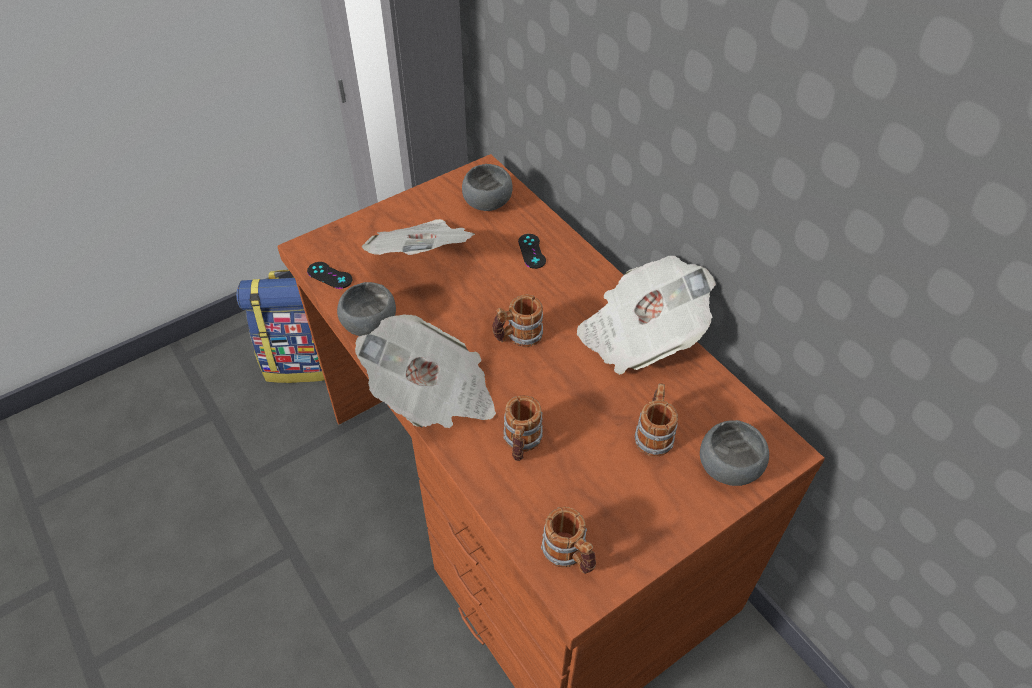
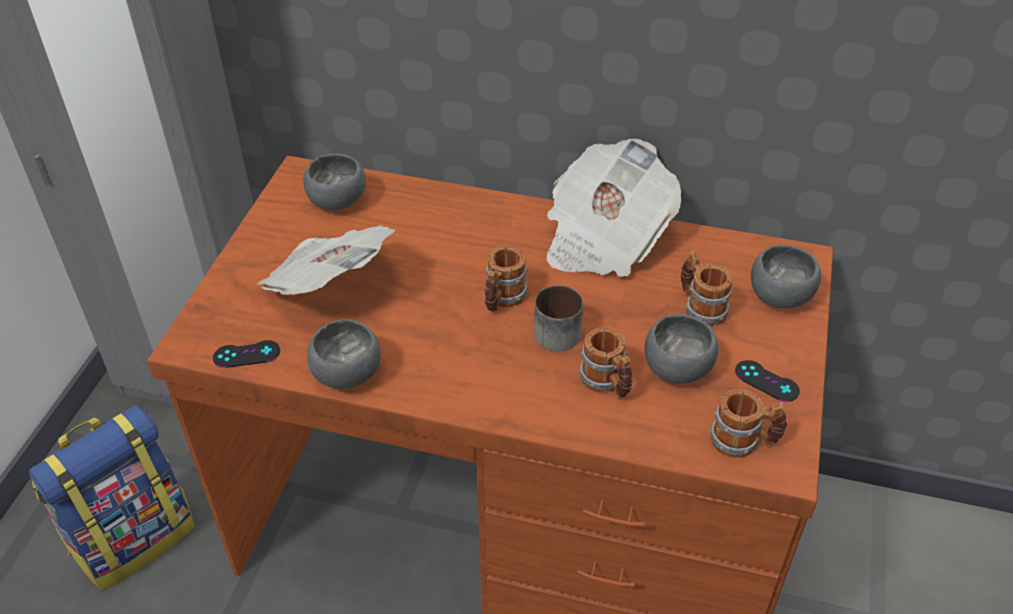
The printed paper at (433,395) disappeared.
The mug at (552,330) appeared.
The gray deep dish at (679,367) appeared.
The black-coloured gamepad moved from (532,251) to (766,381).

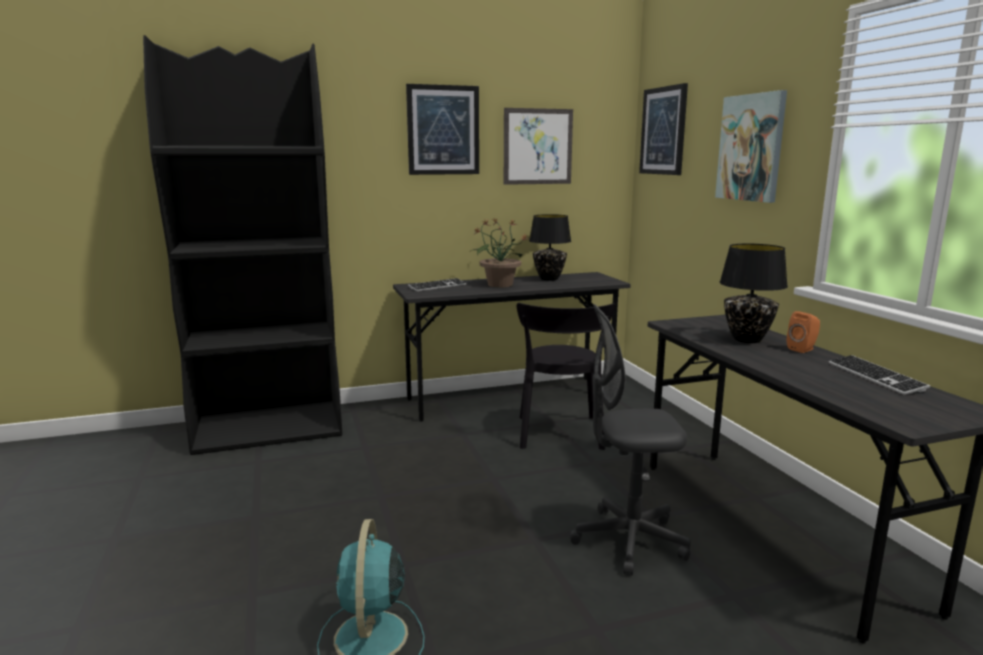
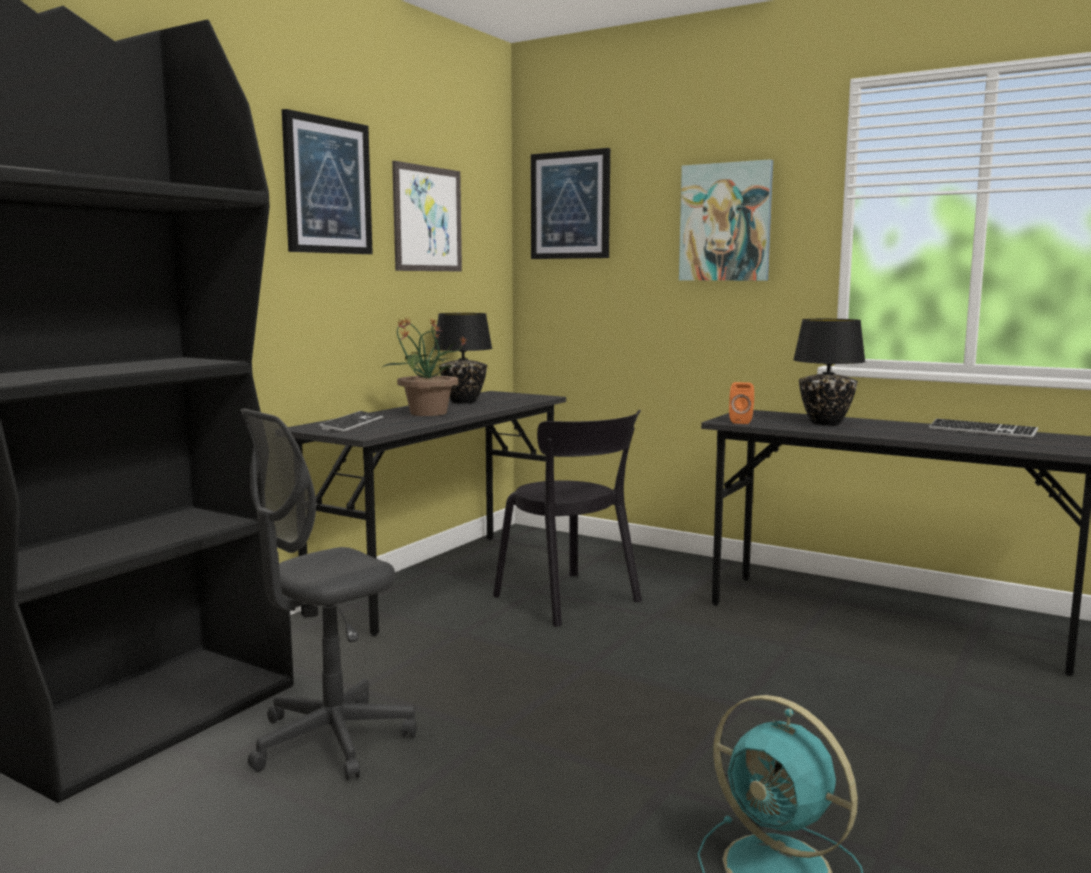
The gray desk chair moved from (629,541) to (331,740).
The orange-coloured speaker moved from (803,349) to (742,422).

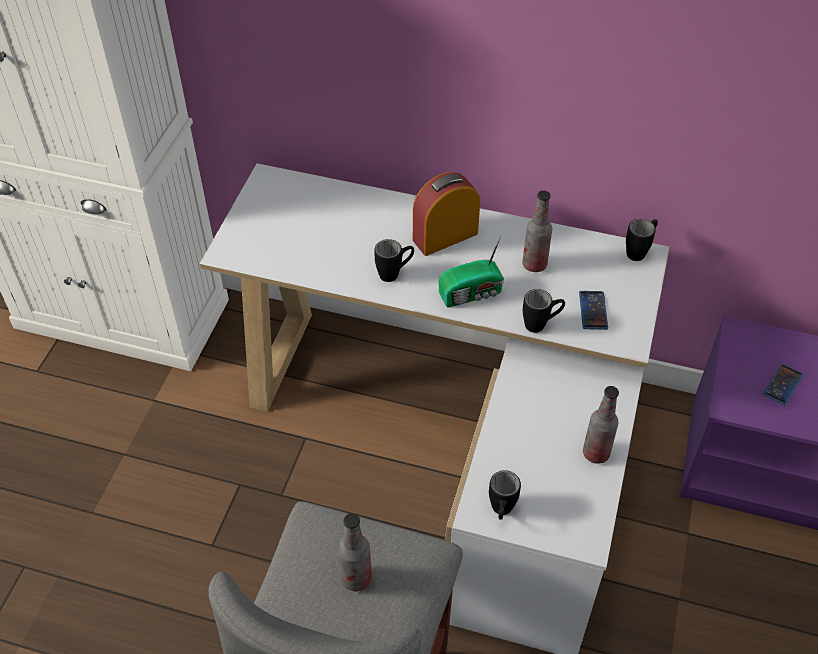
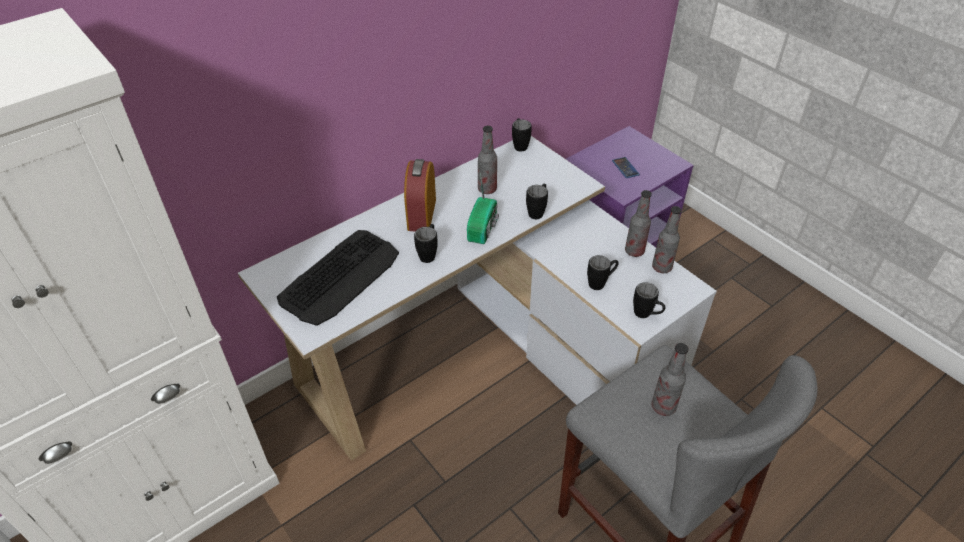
The handset at (593,310) disappeared.
The computer keyboard at (340,277) appeared.
The black-coloured mug at (601,283) appeared.
The drink bottle at (661,267) appeared.

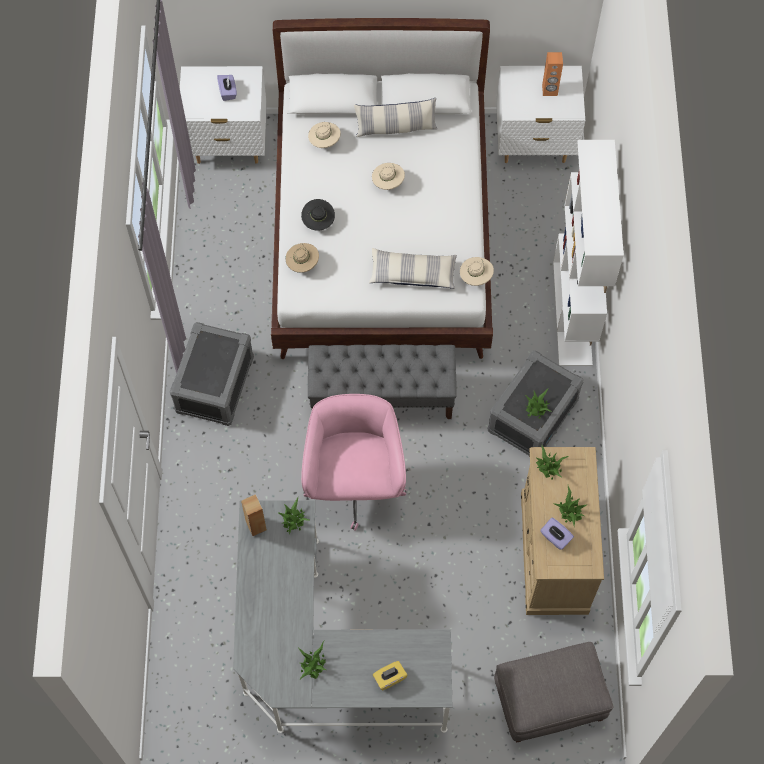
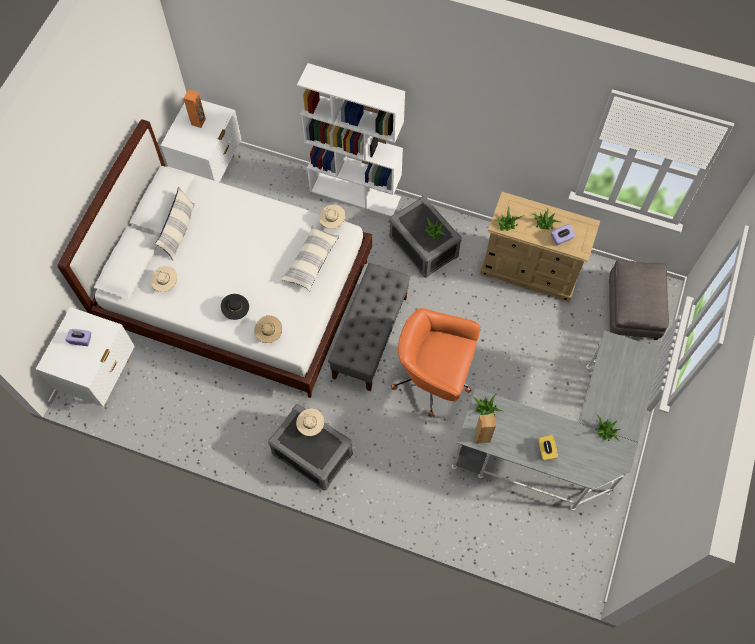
The beige-coloured hat moved from (388,182) to (310,425).
The yellow tissue holder moved from (389,678) to (546,450).
The pinkish desk chair at (354,484) became the orange-coloured desk chair at (434,379).

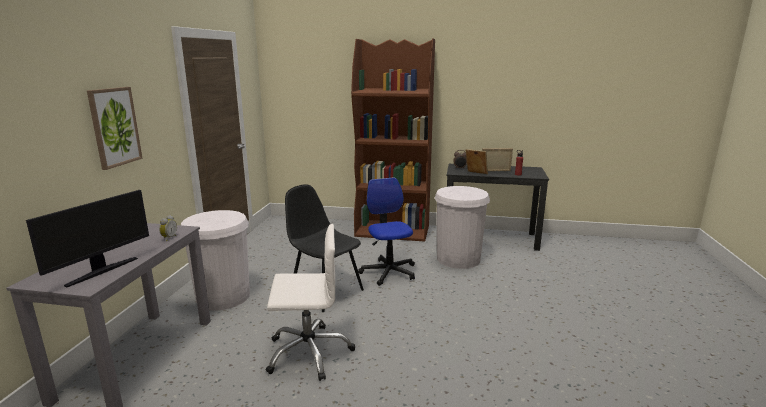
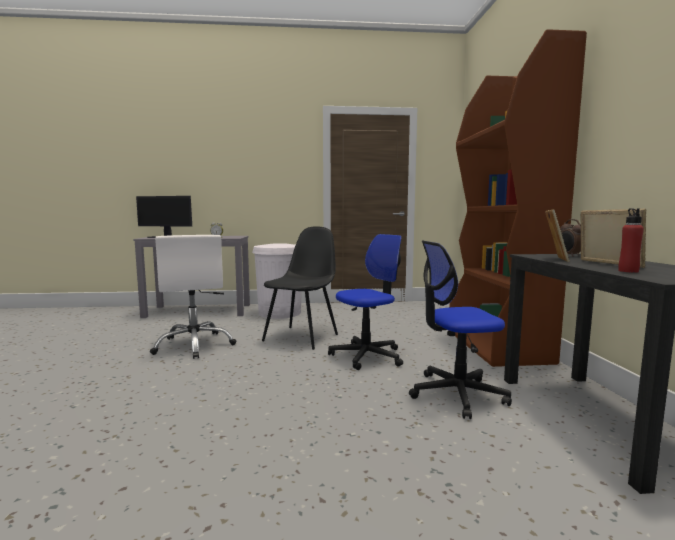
The wall picture at (114,127) disappeared.
The white-coloured rubbish bin at (458,259) was replaced by the desk chair at (456,394).

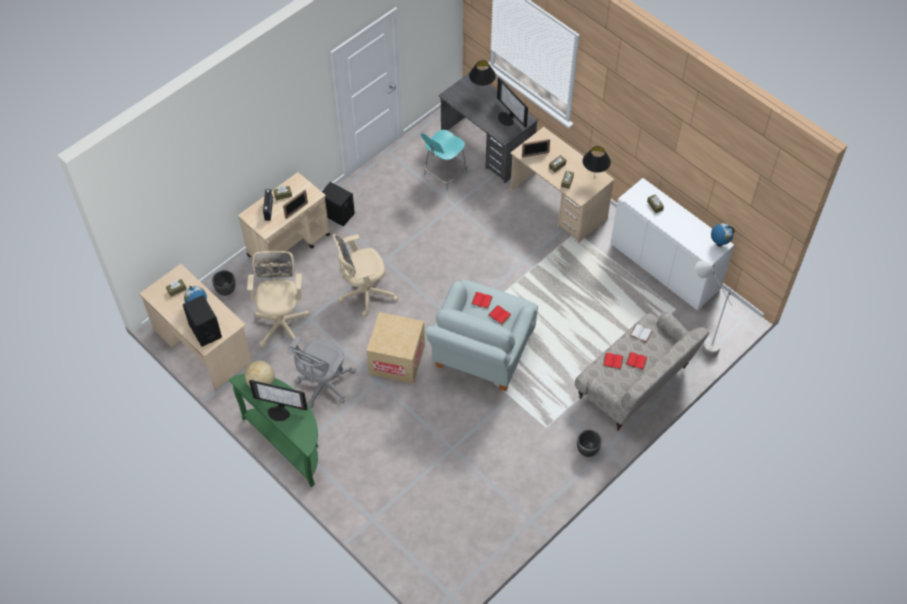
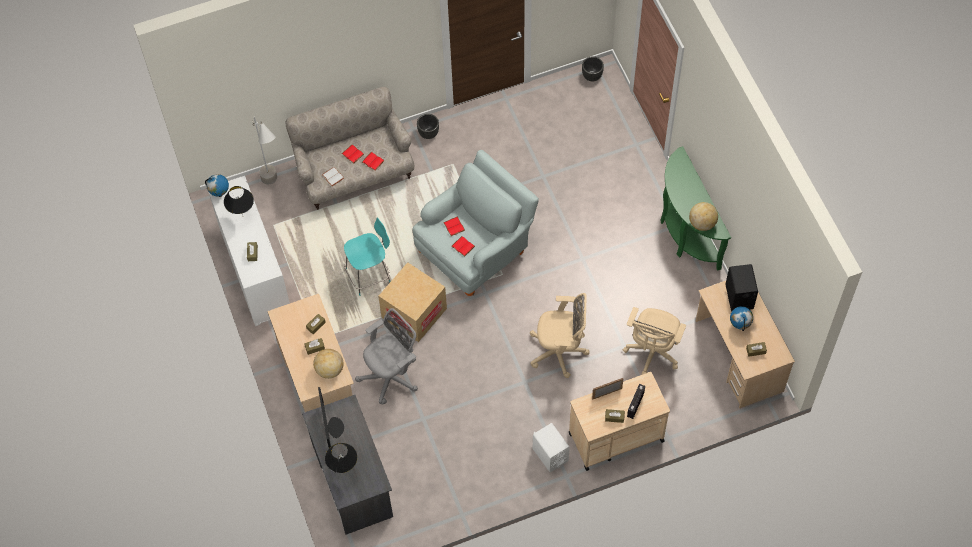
The monitor at (279,411) disappeared.
The black-coloured plant pot moved from (226,290) to (592,76).
The gray desk chair moved from (323,386) to (392,376).
The carton moved from (397,359) to (414,313).
The blue-green upright chair moved from (444,174) to (369,275).
The black-coloured lamp for a table moved from (594,180) to (243,216).
The standing frame at (535,154) was replaced by the globe at (329,369).
The black-coloured speaker at (338,214) became the white-coloured speaker at (550,455).

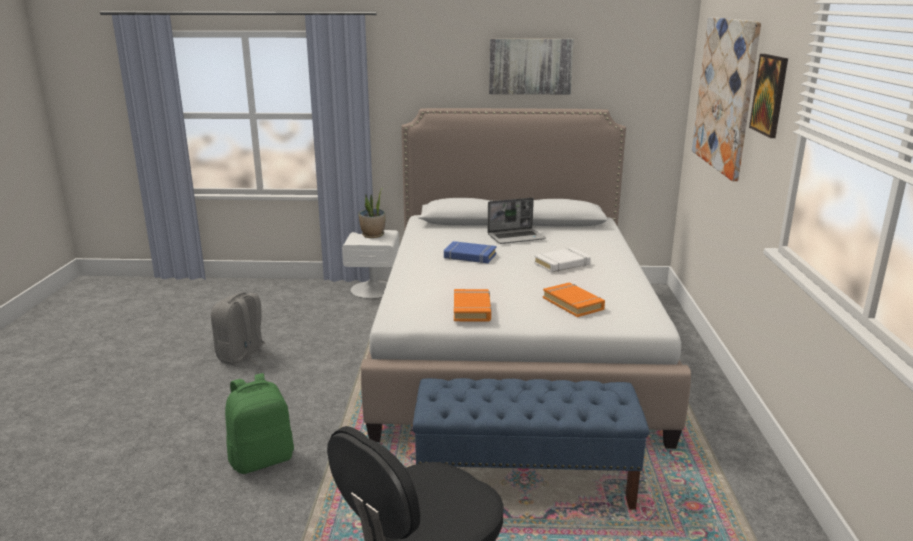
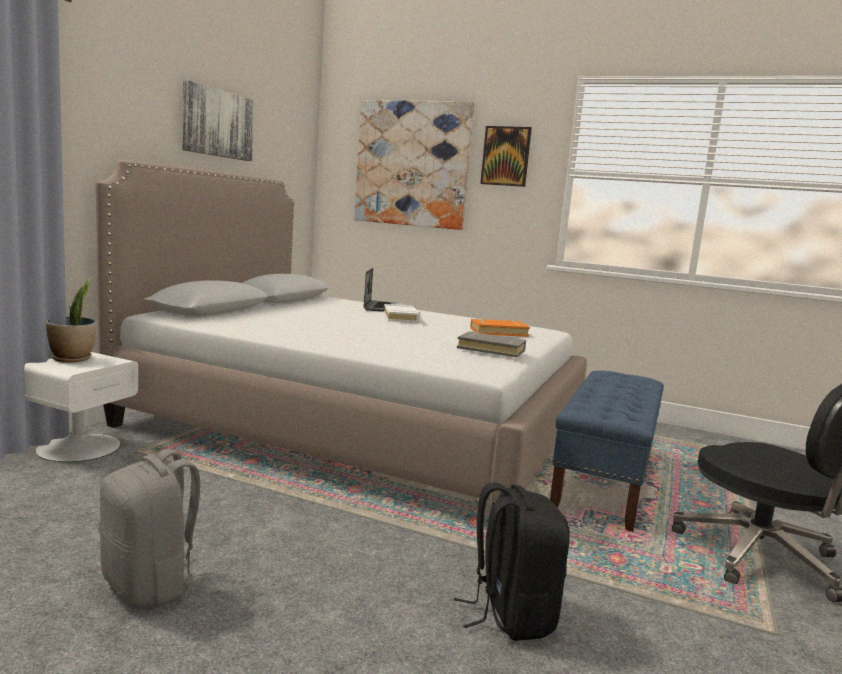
The bluish bound book at (469,256) disappeared.
The laptop moved from (516,237) to (383,307).
The green-coloured rucksack at (262,459) became the black-coloured rucksack at (510,614).
The orange-coloured bound book at (472,309) became the gray bound book at (491,349).

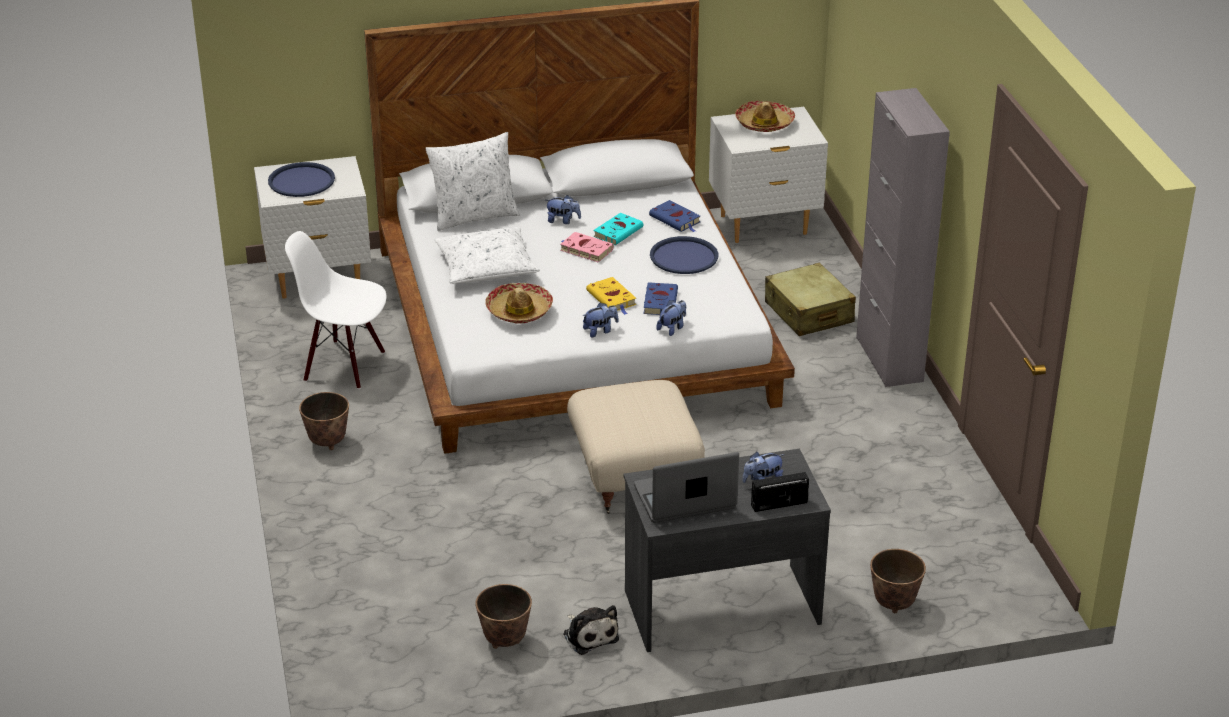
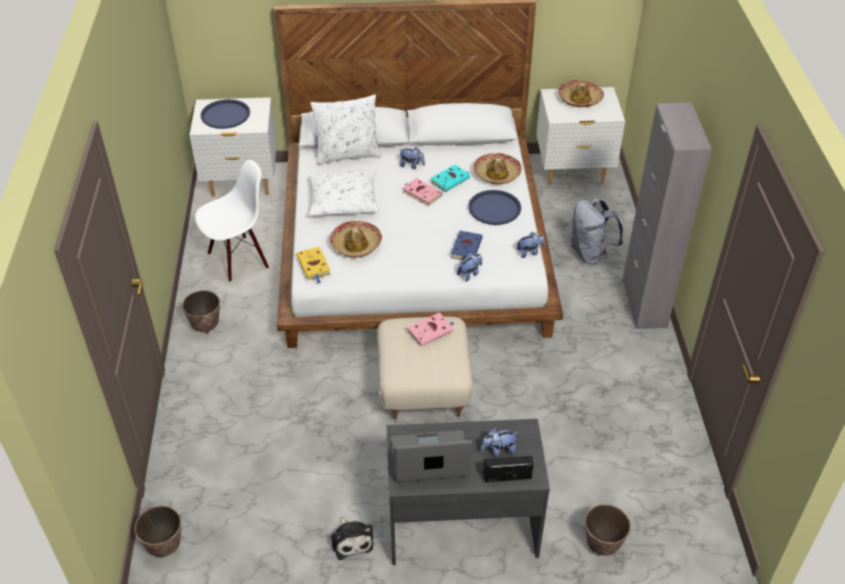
The pinkish bound book at (431,331) appeared.
The plant pot moved from (504,640) to (165,547).
The cuddly toy moved from (600,331) to (529,252).
The yellow bound book moved from (612,299) to (314,266).
The bluish bound book at (676,220) was replaced by the hat at (496,174).
The beige-coloured suitcase at (808,313) was replaced by the gray rucksack at (590,253).
The white-coloured upright chair at (345,365) turned 120 degrees clockwise.

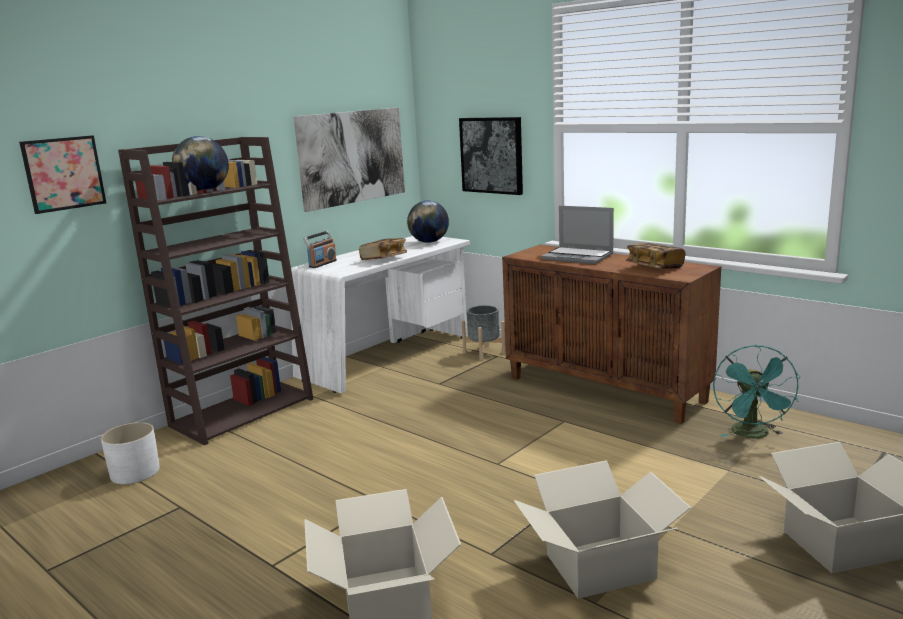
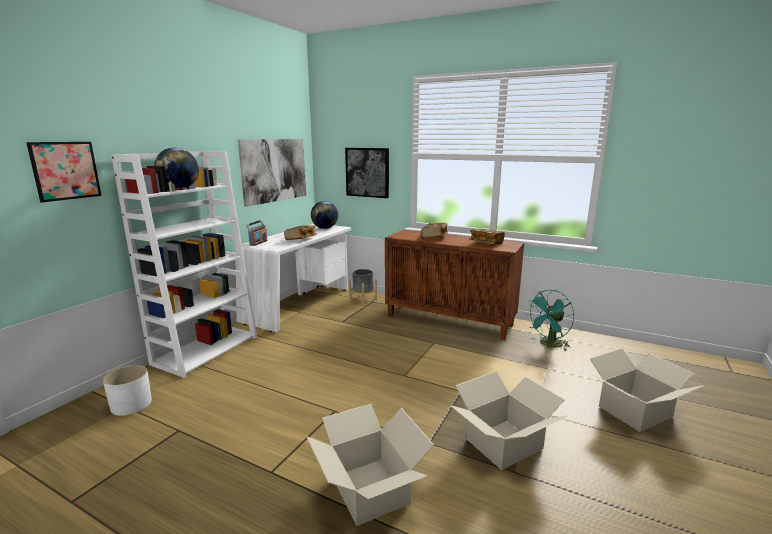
The laptop at (578,257) was replaced by the bound book at (434,237).
The brown shelving unit at (243,411) became the white-coloured shelving unit at (206,349).
The blue-green fan at (753,435) turned 60 degrees clockwise.

